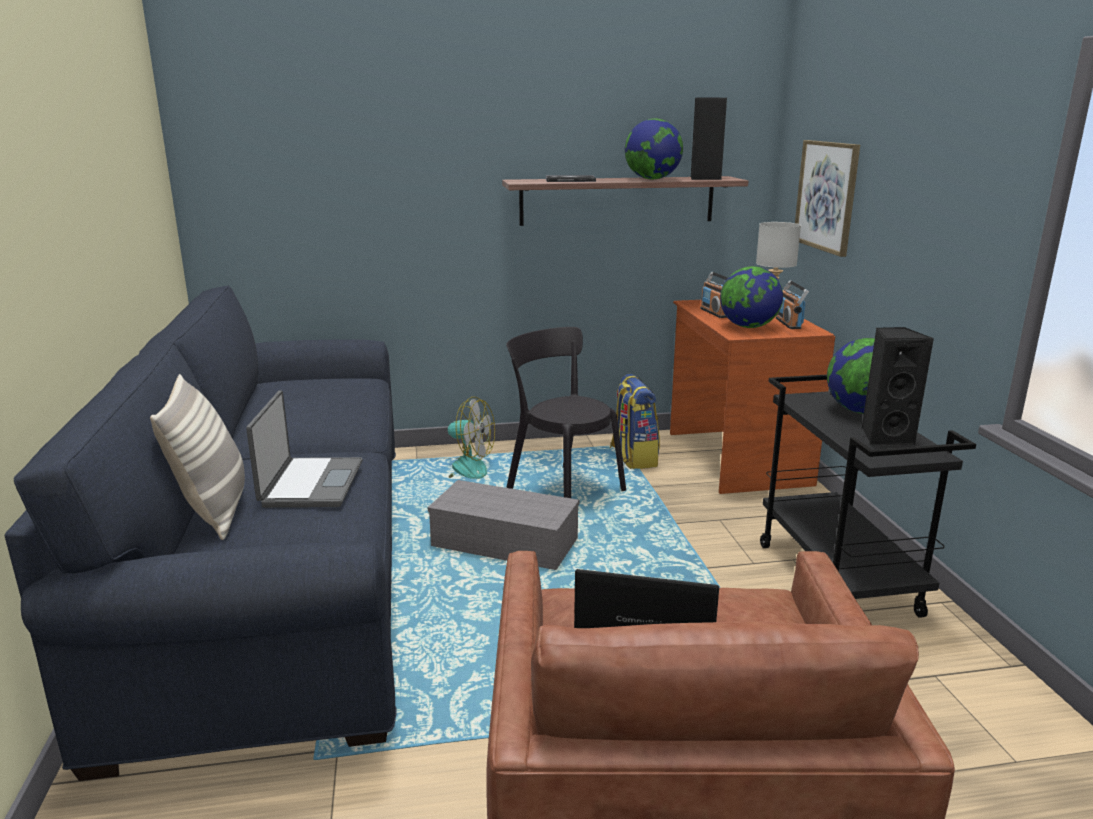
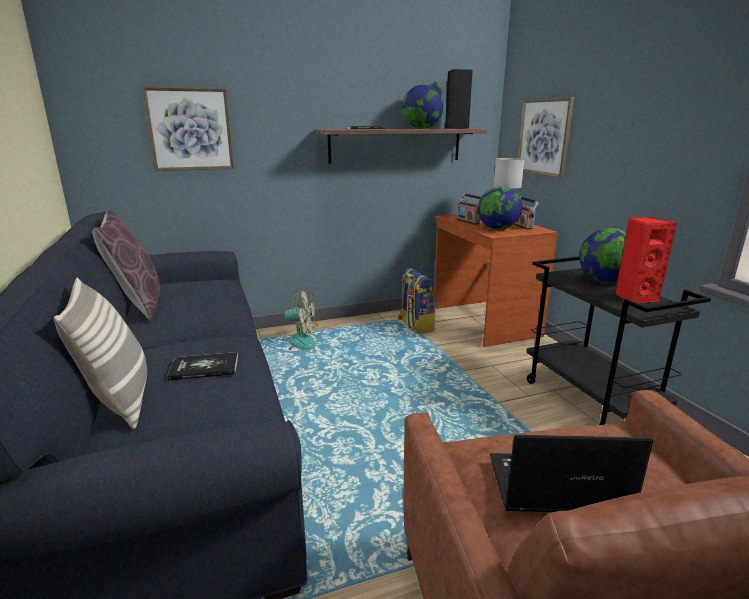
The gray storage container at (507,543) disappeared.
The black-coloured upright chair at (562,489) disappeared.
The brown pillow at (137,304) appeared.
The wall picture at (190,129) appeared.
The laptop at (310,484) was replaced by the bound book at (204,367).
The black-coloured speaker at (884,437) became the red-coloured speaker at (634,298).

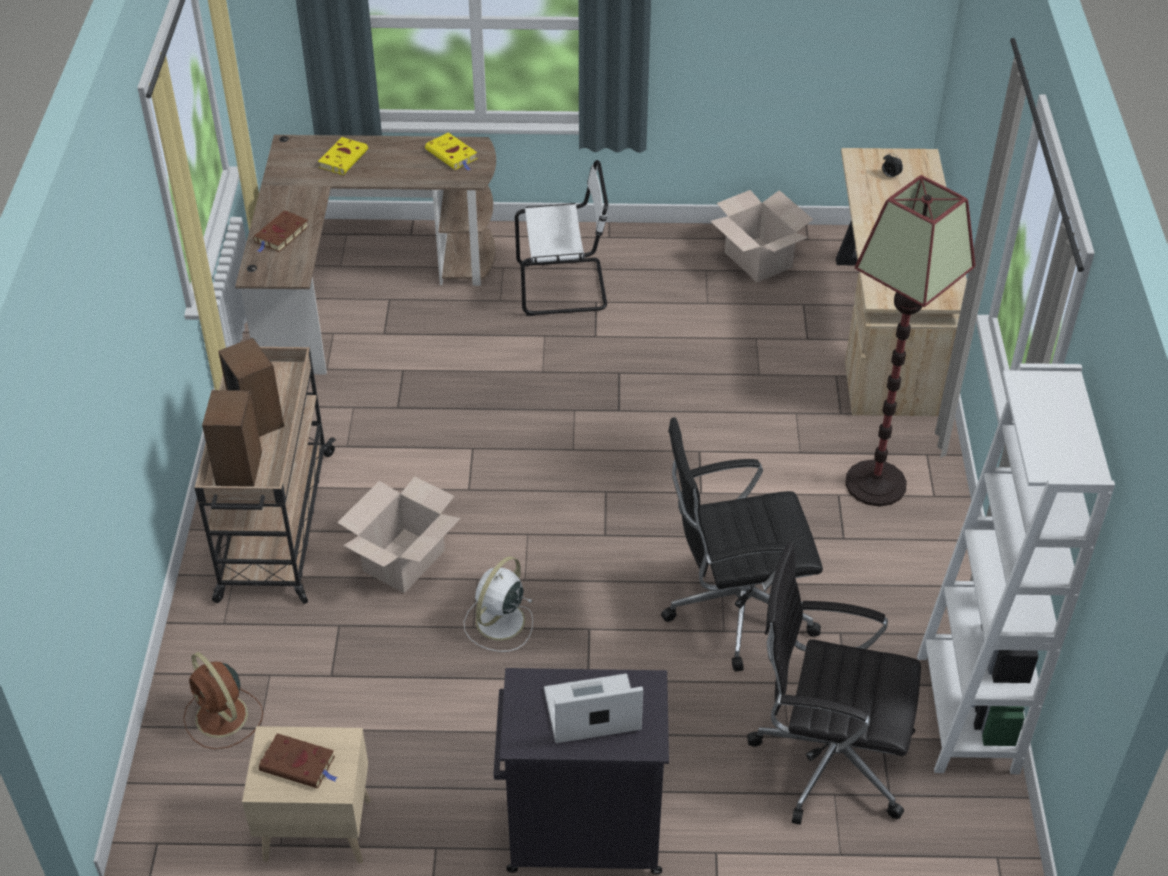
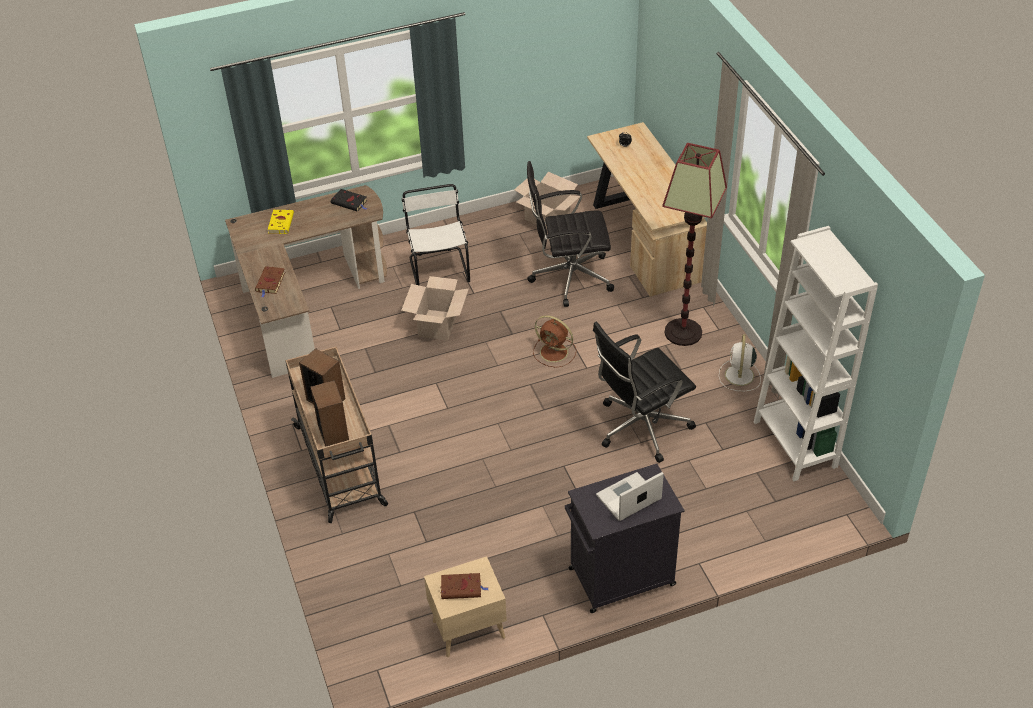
The brown fan moved from (223,718) to (555,352).
The carton moved from (404,561) to (438,325).
The white-coloured fan moved from (499,623) to (739,376).
The black-coloured desk chair moved from (827,757) to (569,277).
The yellow bound book at (452,155) became the black-coloured bound book at (350,202).
The white-coloured upright chair at (565,287) turned 75 degrees counterclockwise.

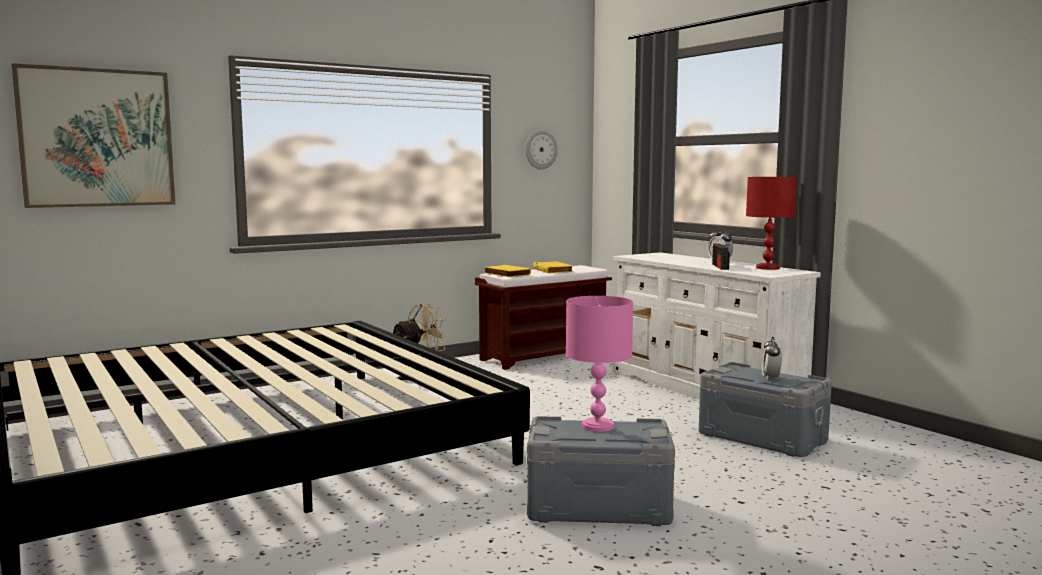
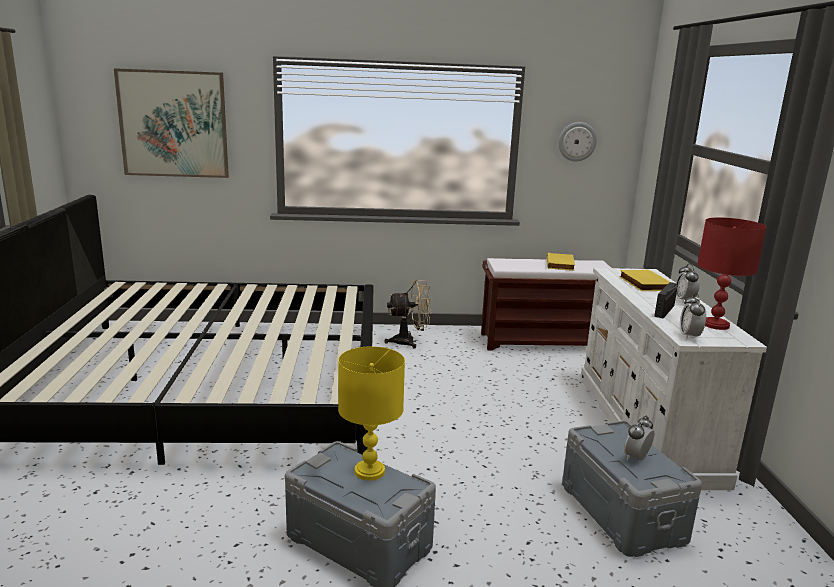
The bedside clock at (689,336) appeared.
The yellow bound book moved from (505,274) to (643,283).
The pinkish lamp for a table at (597,426) became the yellow lamp for a table at (369,471).

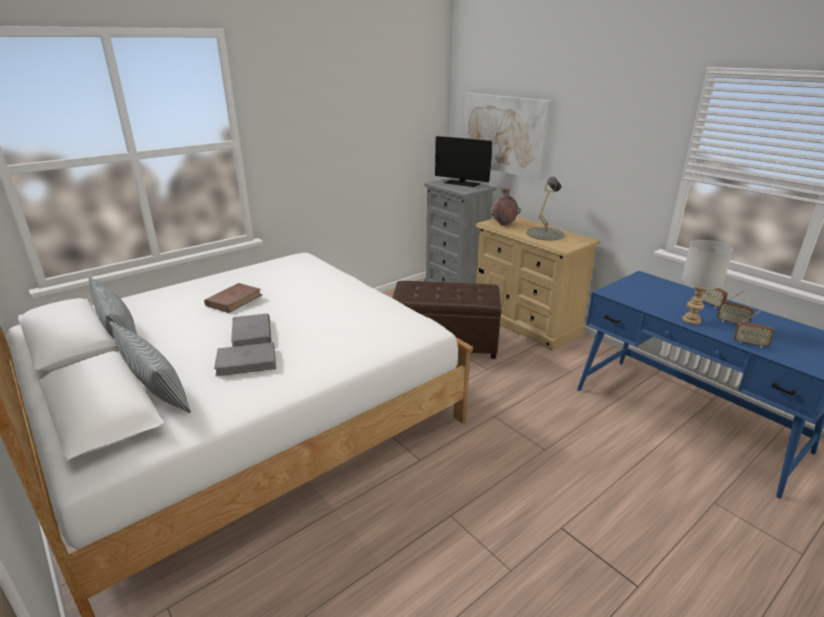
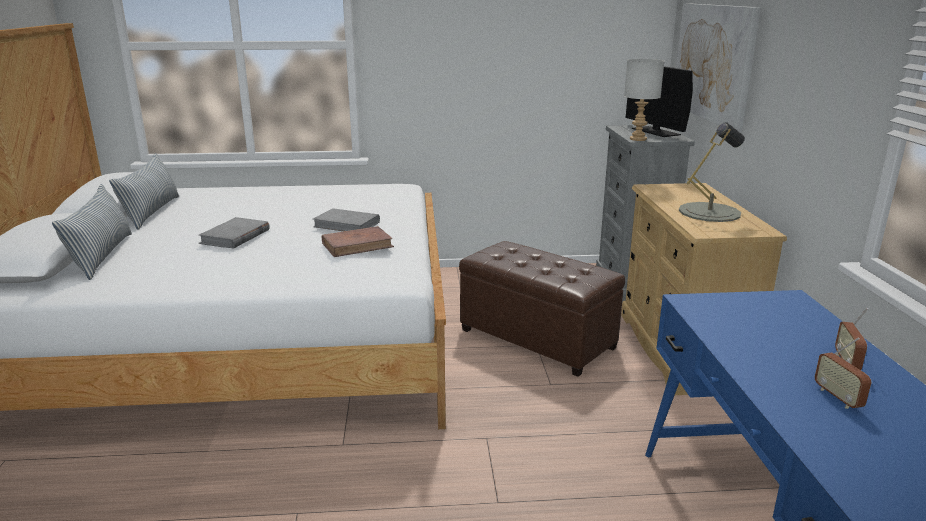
The brown decorative vase at (503,224) disappeared.
The radio at (750,344) disappeared.
The brown bound book moved from (234,300) to (357,245).
The gray bound book moved from (247,362) to (347,224).
The gray lamp for a table moved from (690,320) to (638,139).

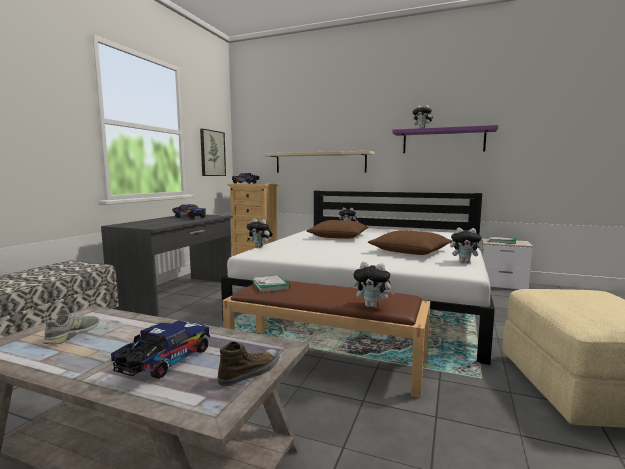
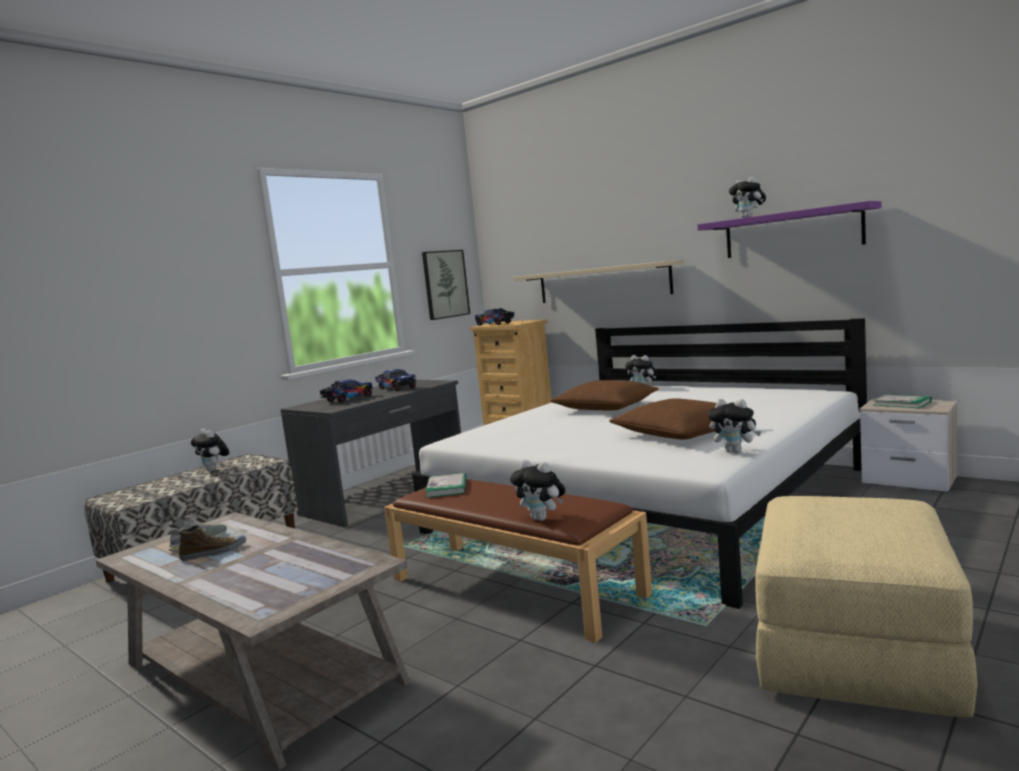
The toy truck moved from (163,363) to (347,399).
The item of footwear moved from (250,372) to (214,552).
The cuddly toy moved from (260,247) to (214,470).

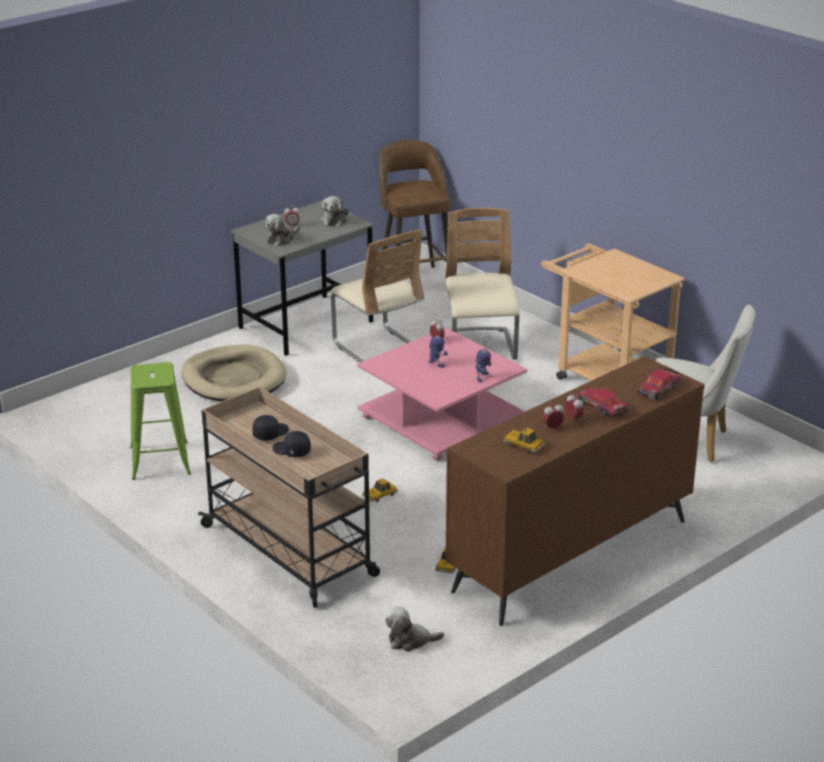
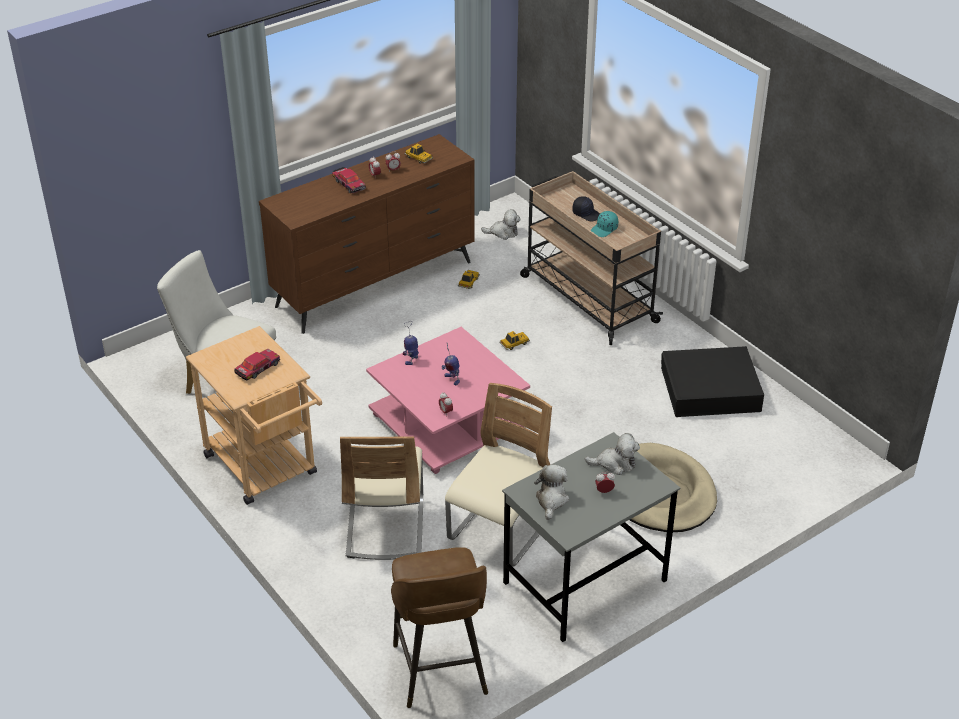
The toy car moved from (658,389) to (257,369).
The green-coloured sitting stool at (160,461) was replaced by the black-coloured storage container at (710,389).
The black-coloured cap at (270,433) became the blue-green cap at (604,229).
The cuddly toy at (282,239) turned 45 degrees clockwise.
The beige-coloured upright chair at (379,349) turned 60 degrees clockwise.

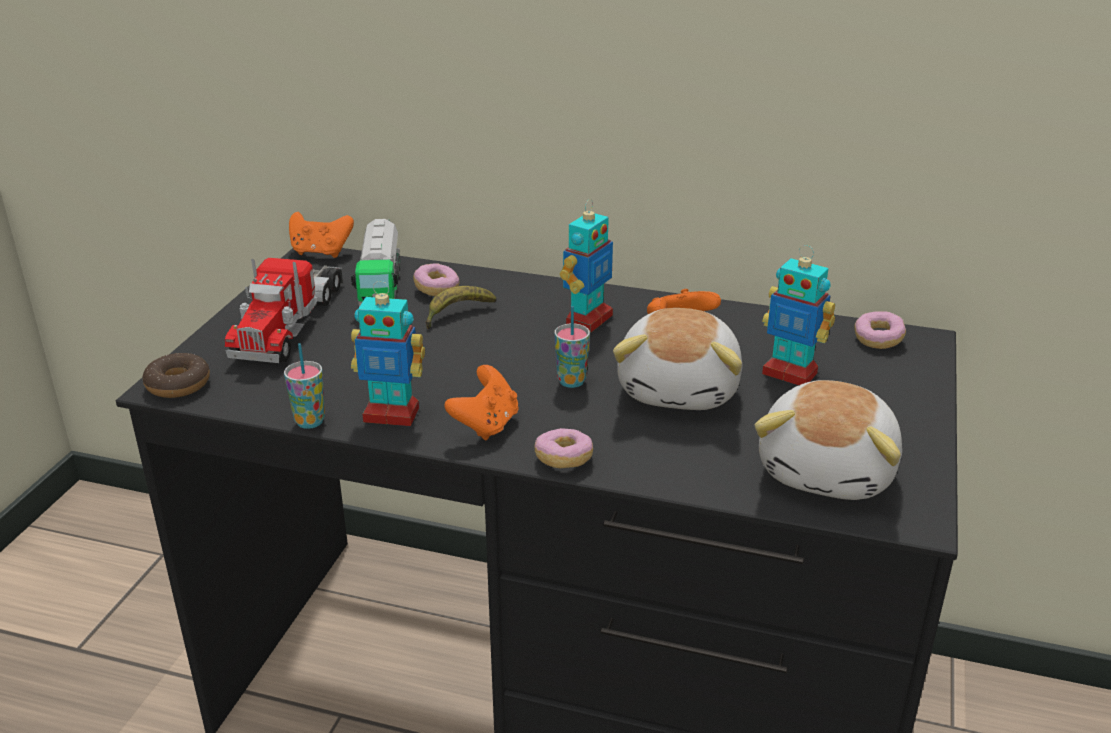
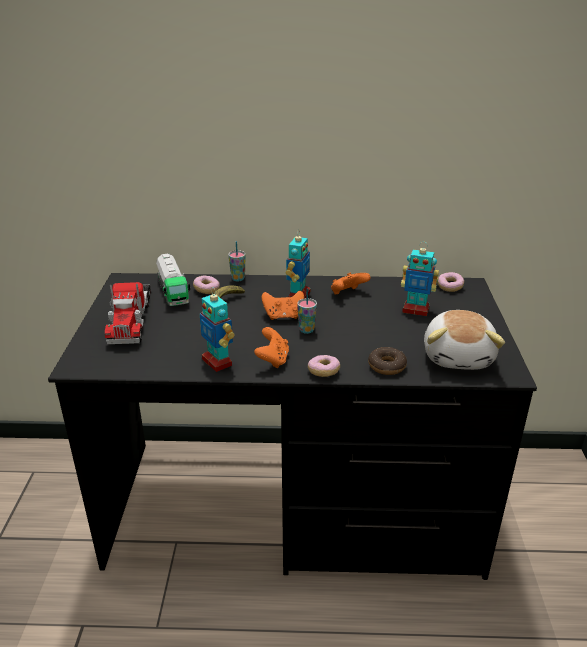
The cuddly toy at (681,389) disappeared.
The donut moved from (178,384) to (387,366).
The cup moved from (310,421) to (238,278).
The orange-coloured gamepad moved from (321,252) to (283,316).
The model robot at (392,414) turned 60 degrees clockwise.

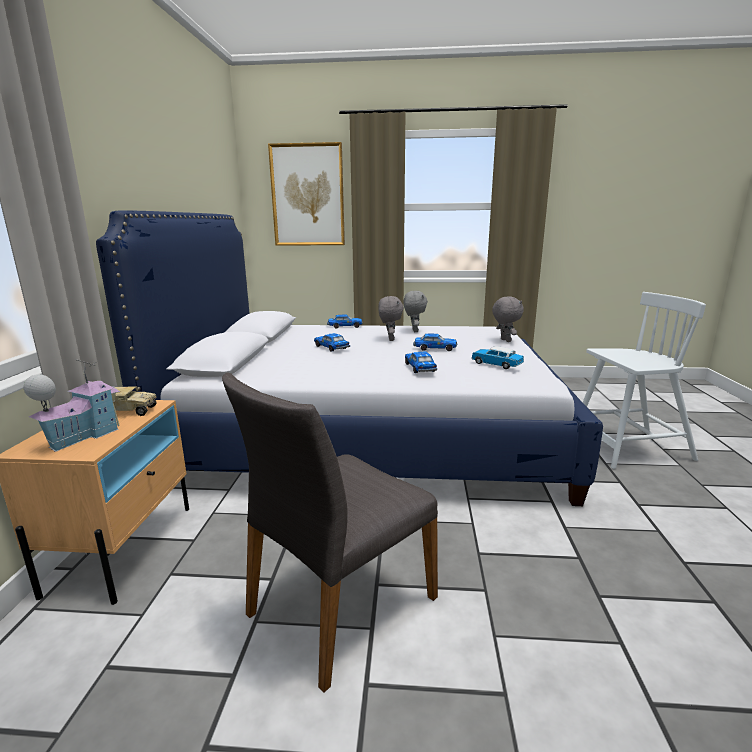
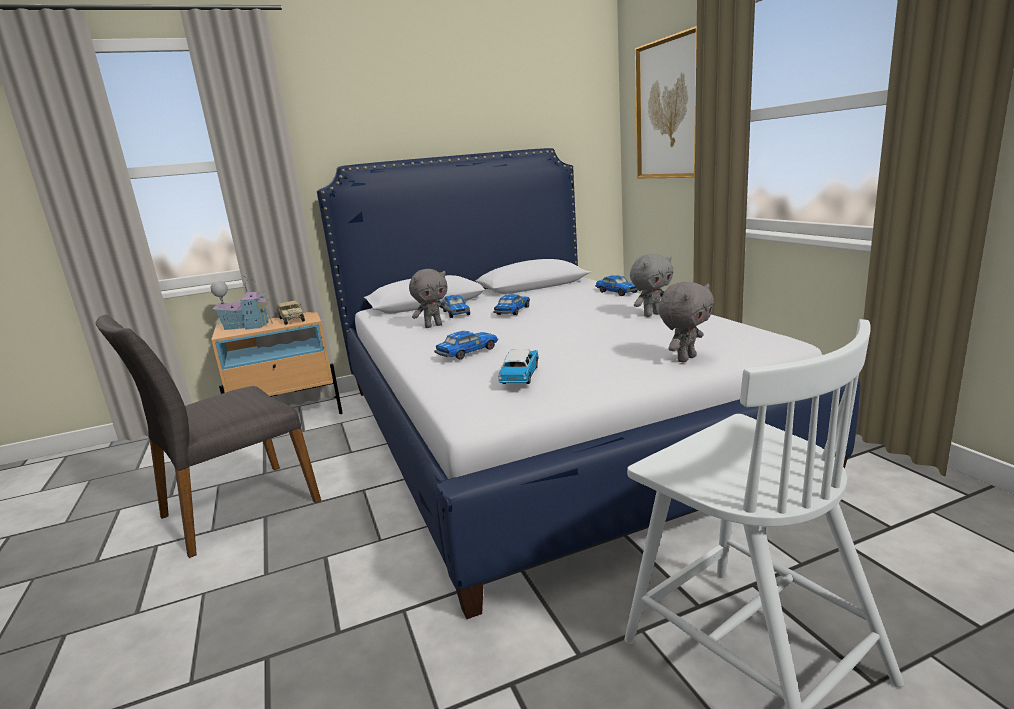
The gray cuddly toy moved from (390,339) to (433,326).
The toy car moved from (434,348) to (456,313).
The gray upright chair at (339,605) turned 60 degrees counterclockwise.

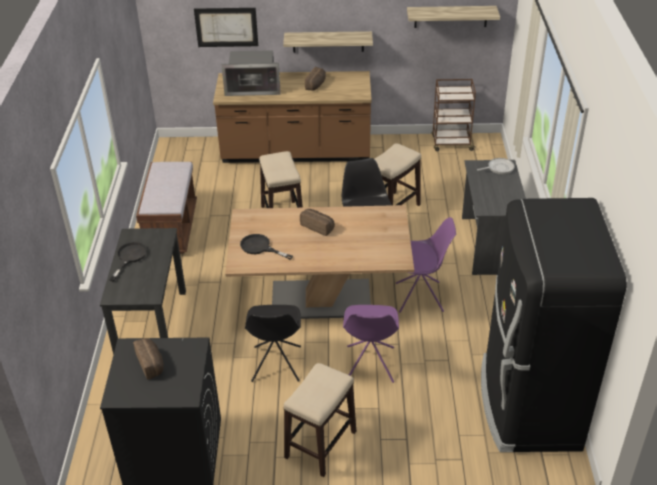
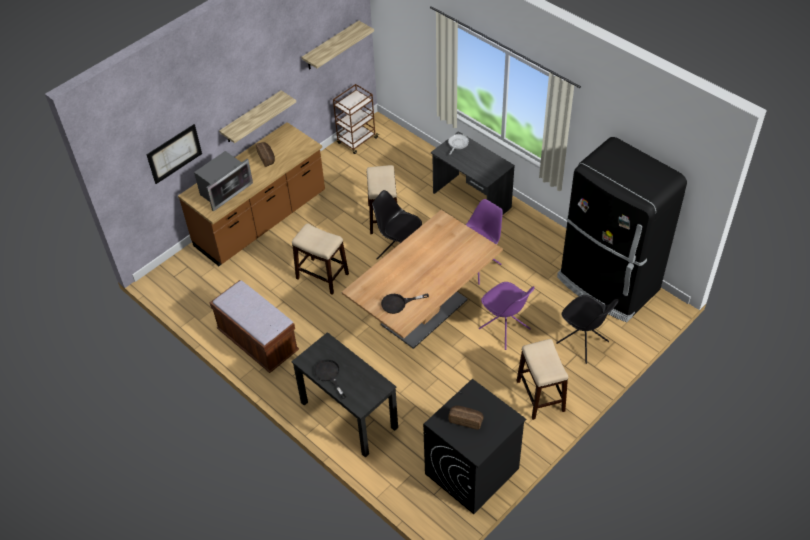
The bread at (318,227) disappeared.
The black-coloured upright chair moved from (276,365) to (583,343).

